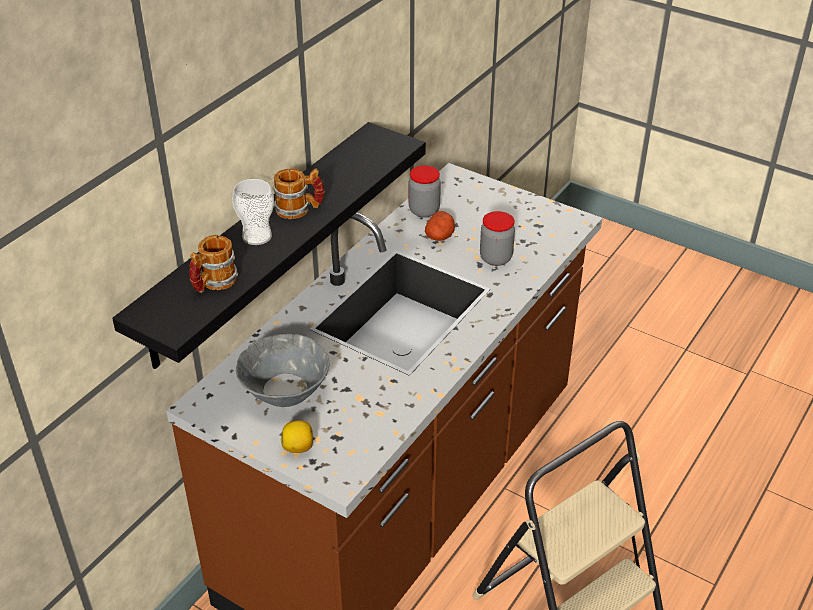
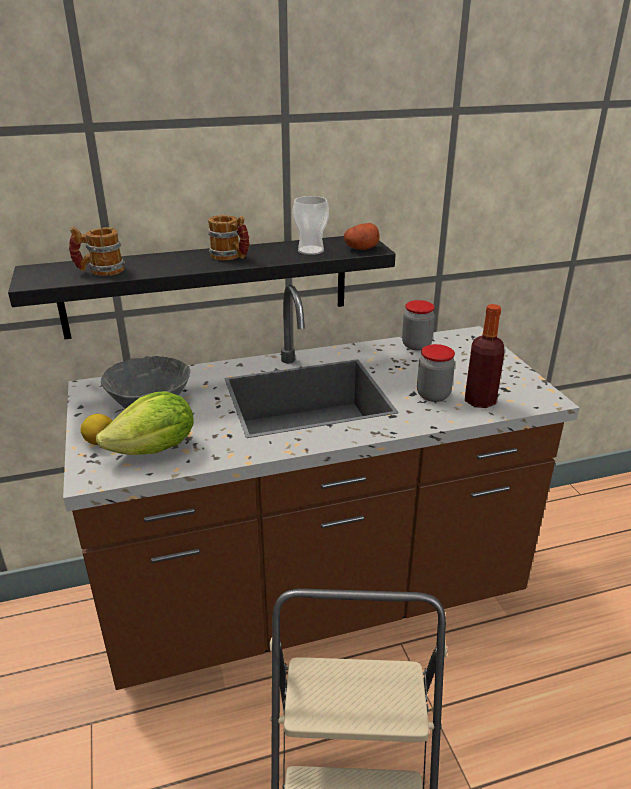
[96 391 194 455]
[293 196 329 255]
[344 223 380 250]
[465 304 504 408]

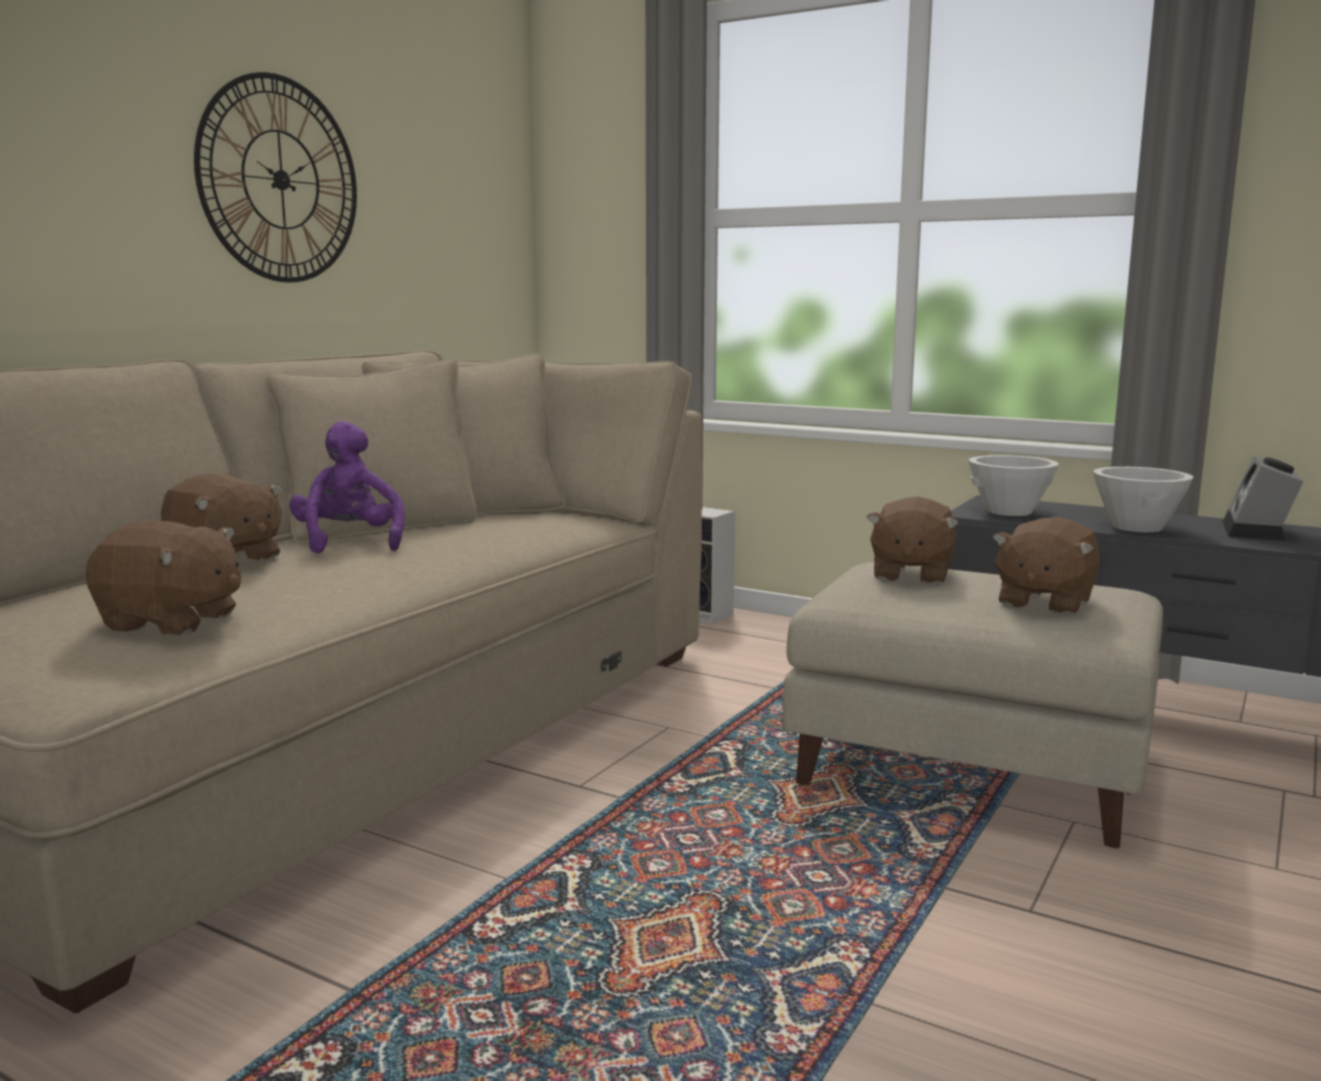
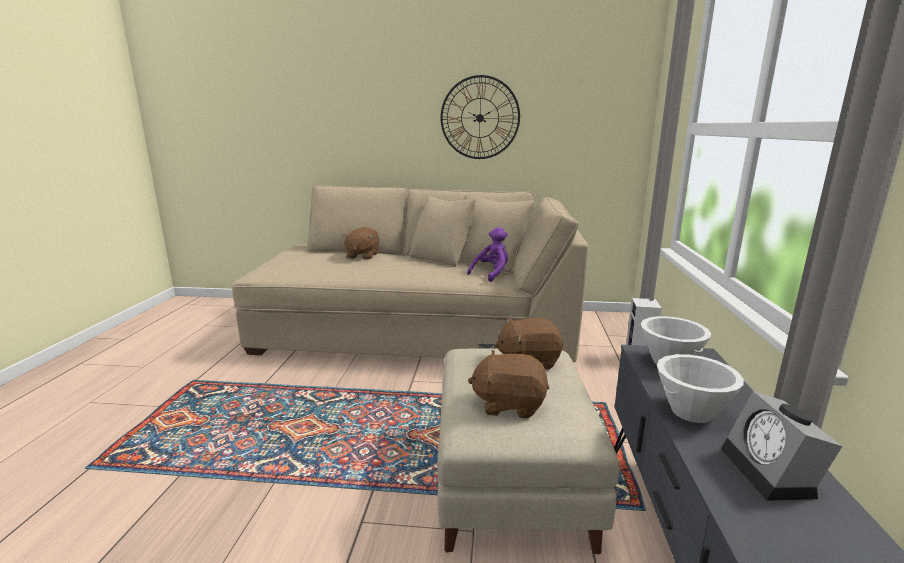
[467 227 508 282]
[721 391 842 501]
[85 521 241 635] (first image)

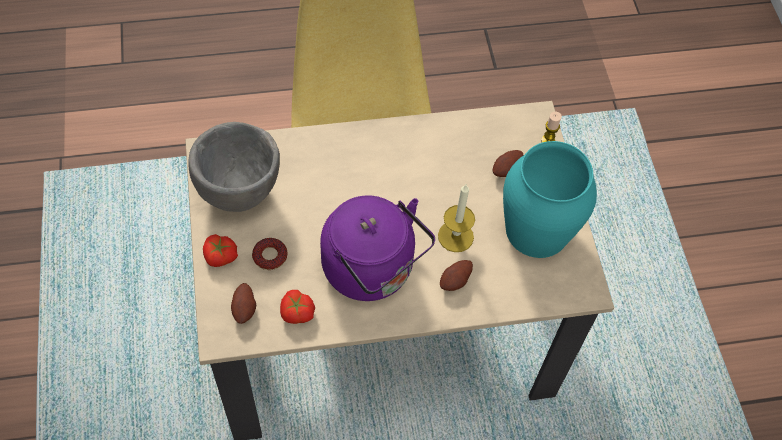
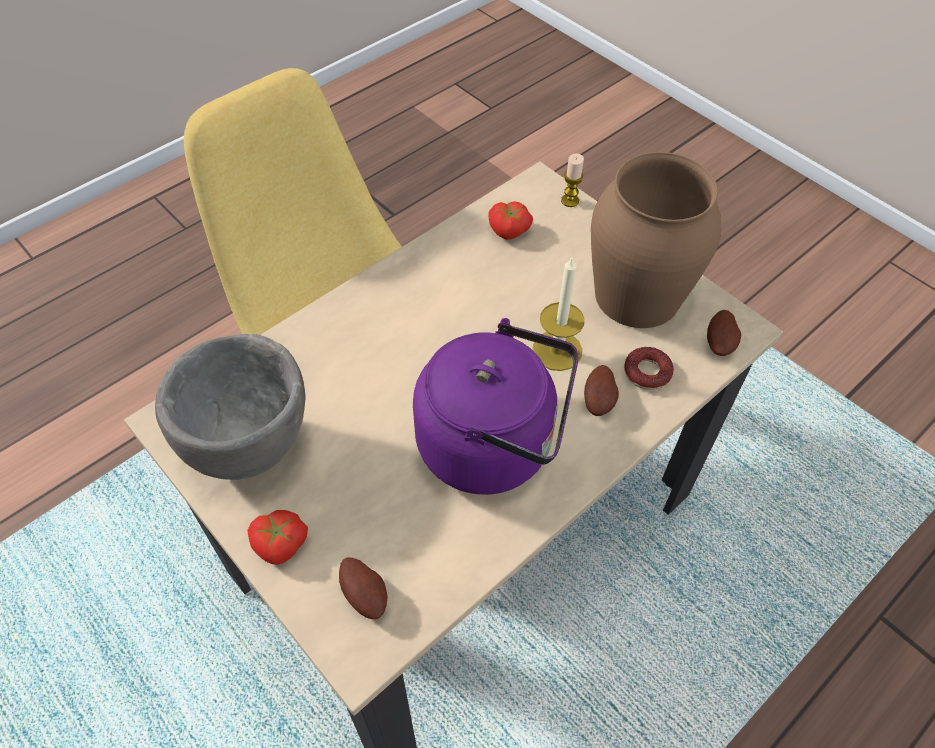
[488 201 533 239]
[591 152 721 328]
[624 347 674 390]
[707 310 741 356]

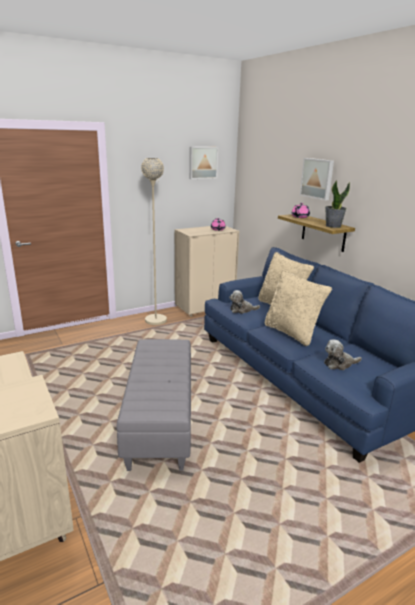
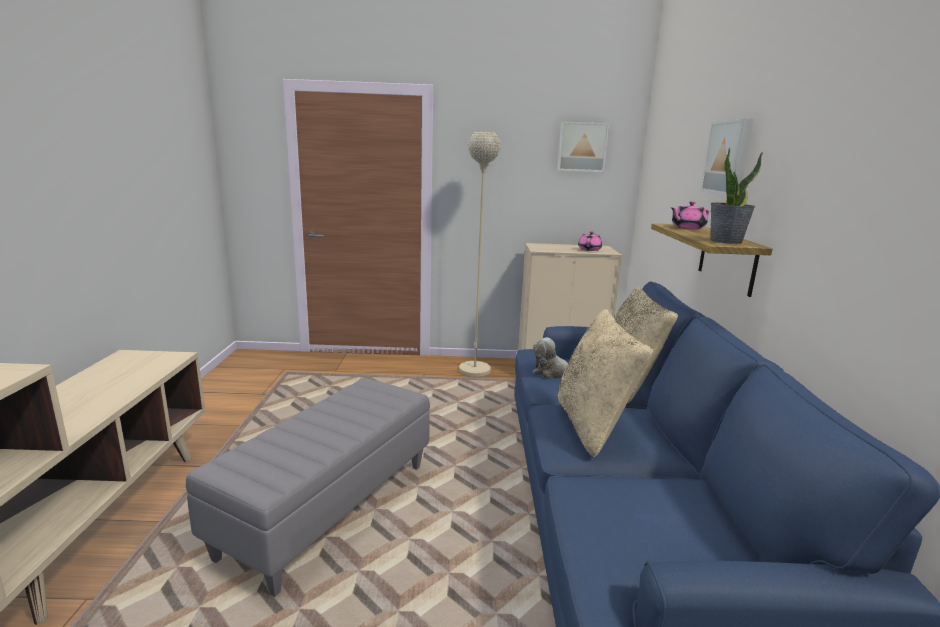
[324 339 362 370] (first image)

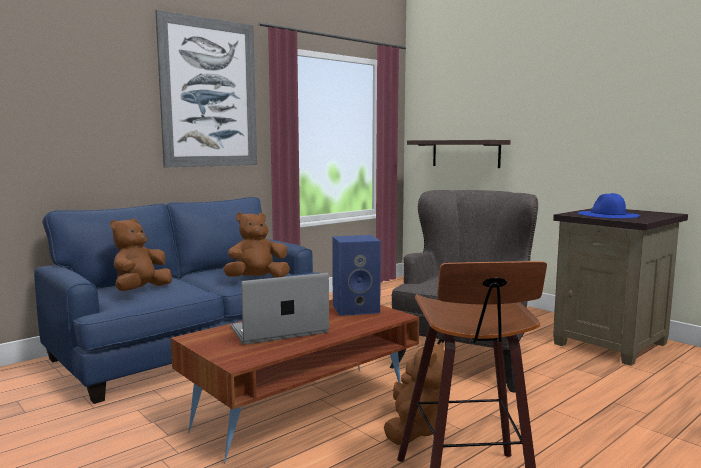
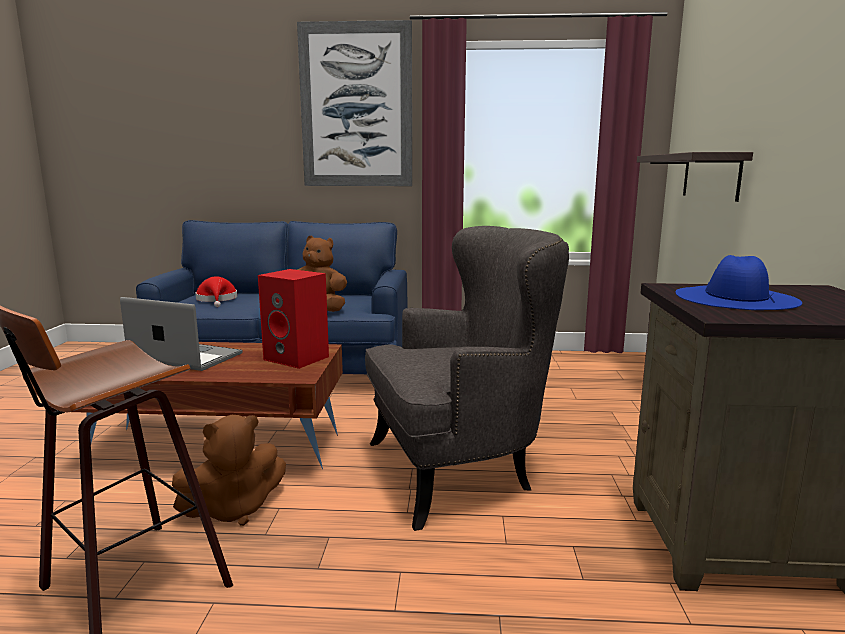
[195 276 237 307]
[258 269 329 369]

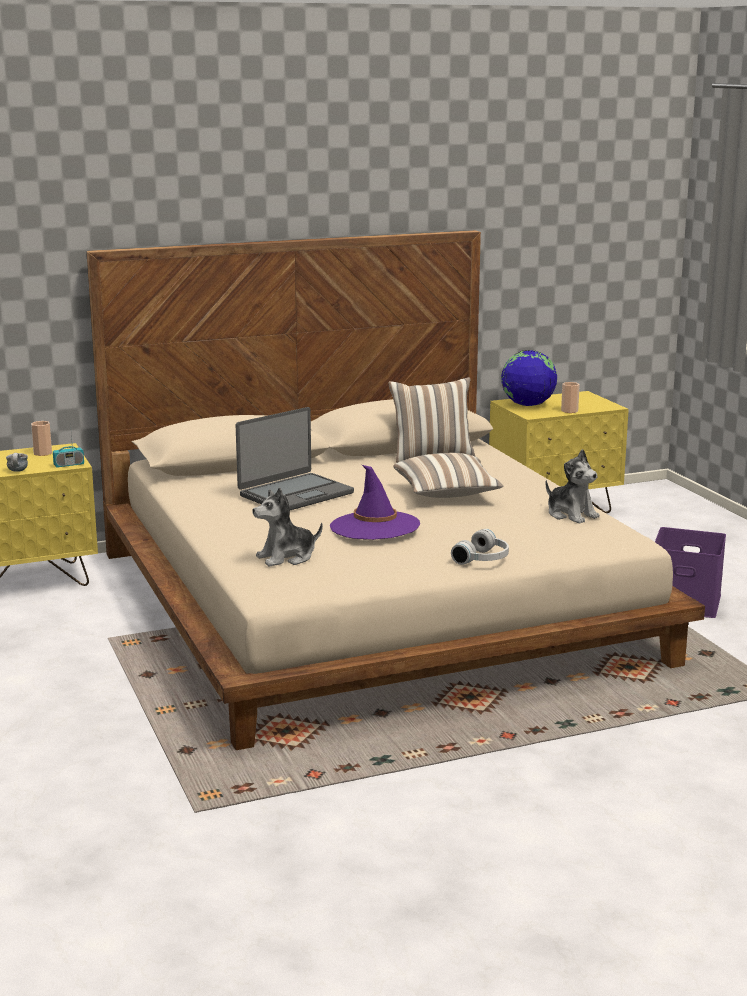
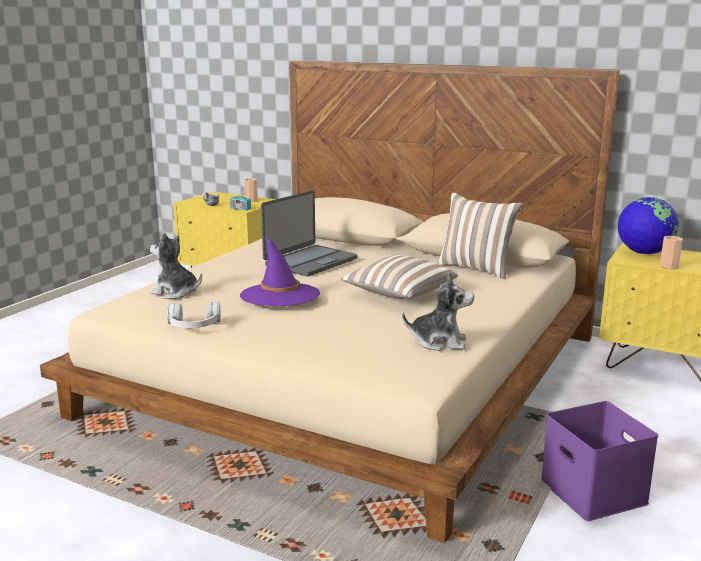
[167 302 221 328]
[261 190 358 276]
[402 272 474 351]

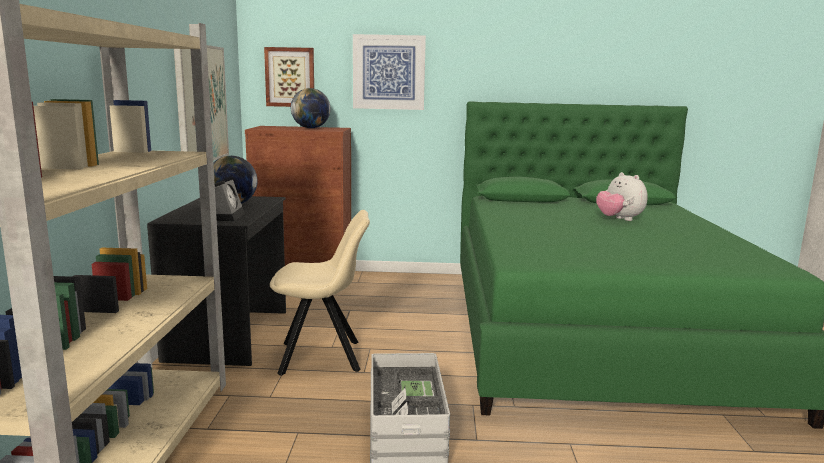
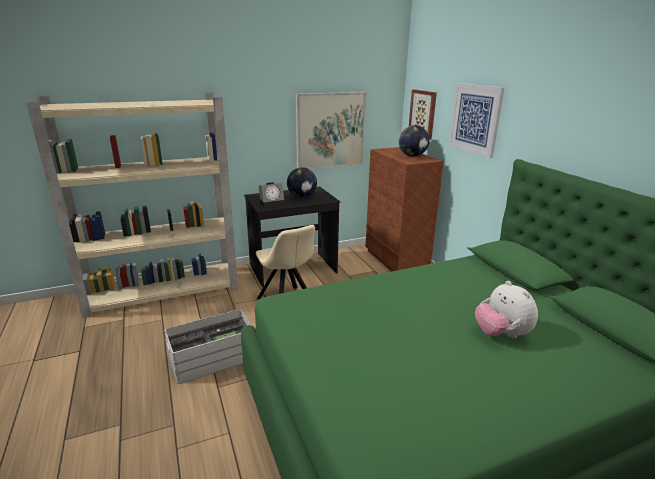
[475 281 538 338]

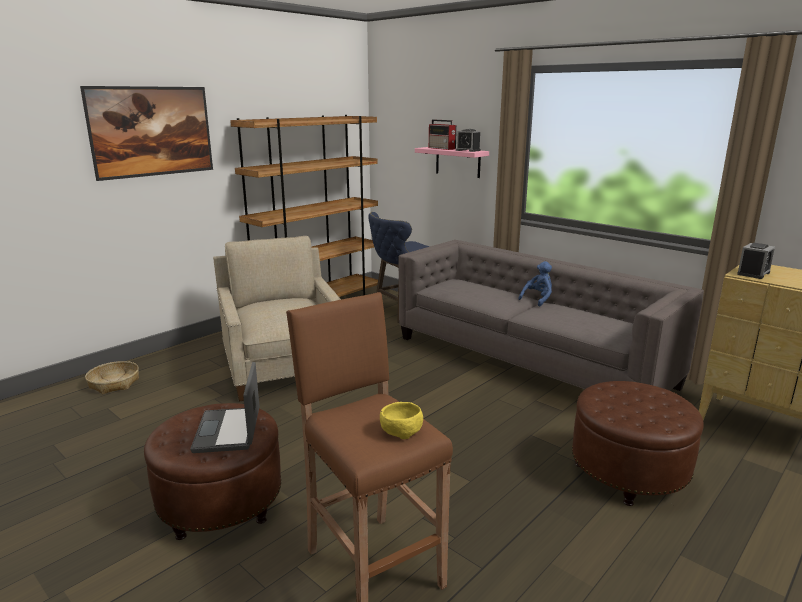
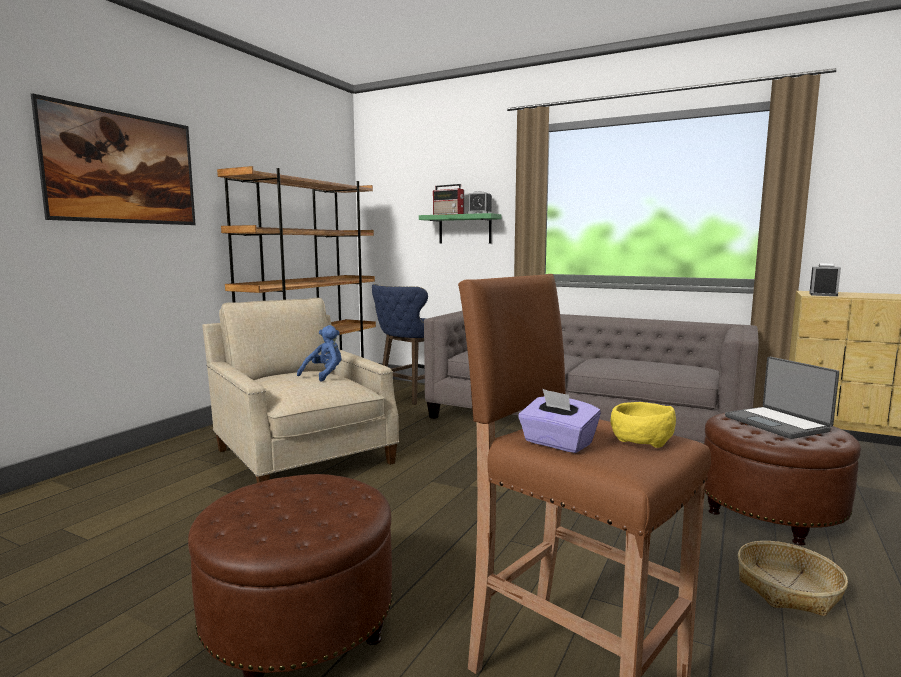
[297 325 341 382]
[419 213 501 243]
[518 389 601 453]
[725 357 839 439]
[738 541 848 616]

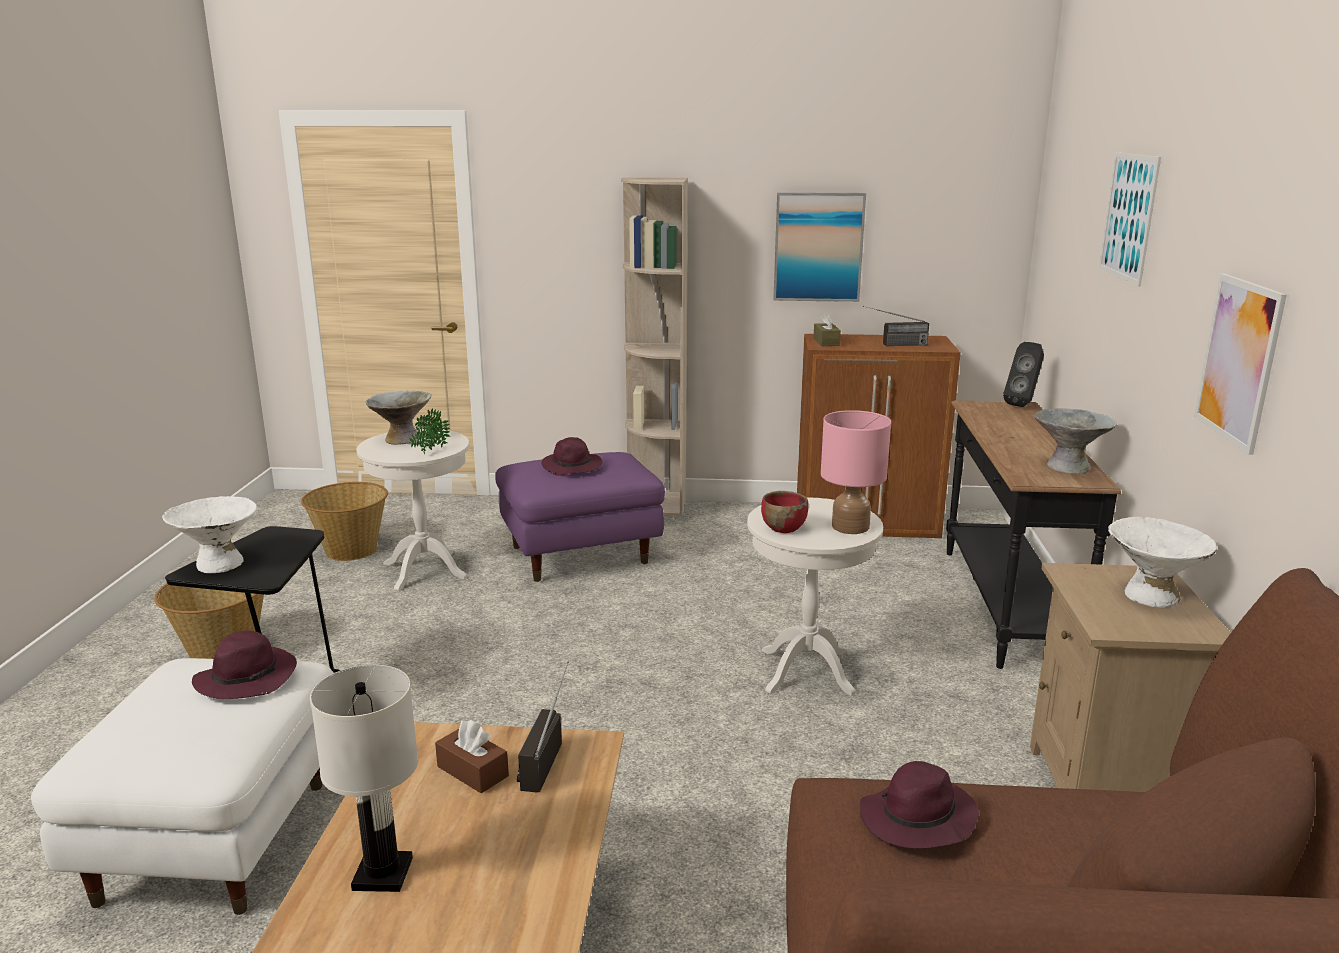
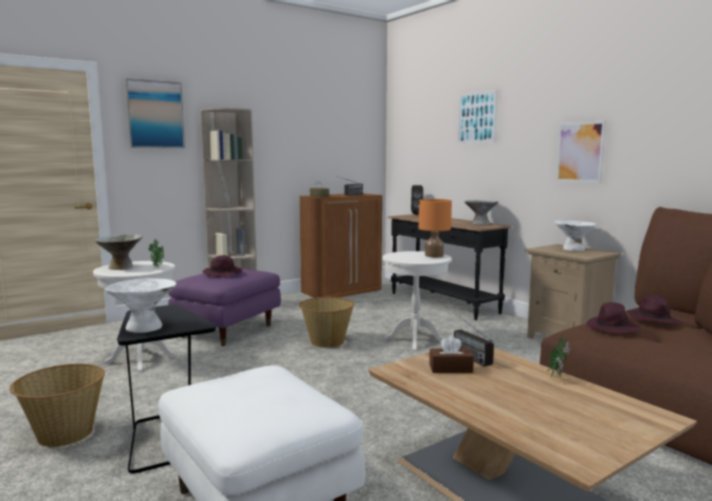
[125 78 185 148]
[299 297 354 348]
[419 199 452 257]
[547 335 571 378]
[627 295 681 323]
[310 665 418 892] (first image)
[761 491 809 533] (first image)

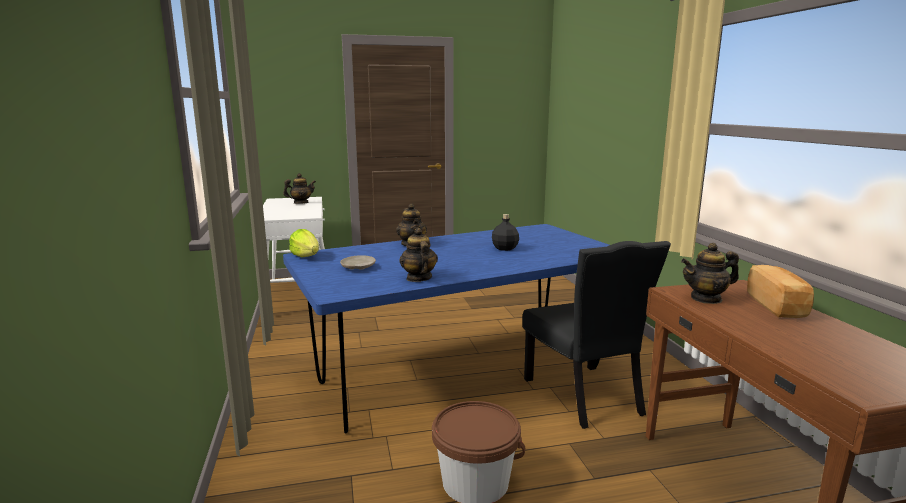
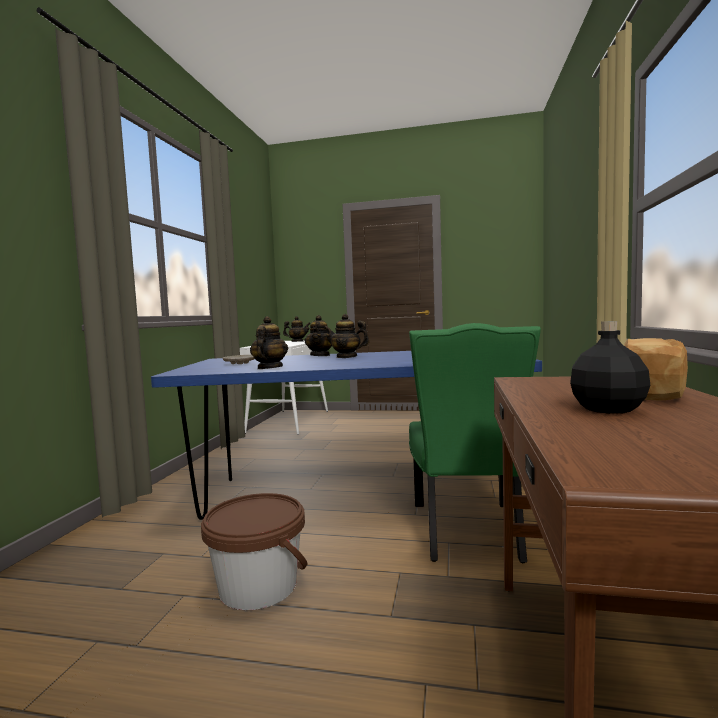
[324 314 370 358]
[409 323 541 563]
[570 321 650 414]
[289 229 319 257] (first image)

